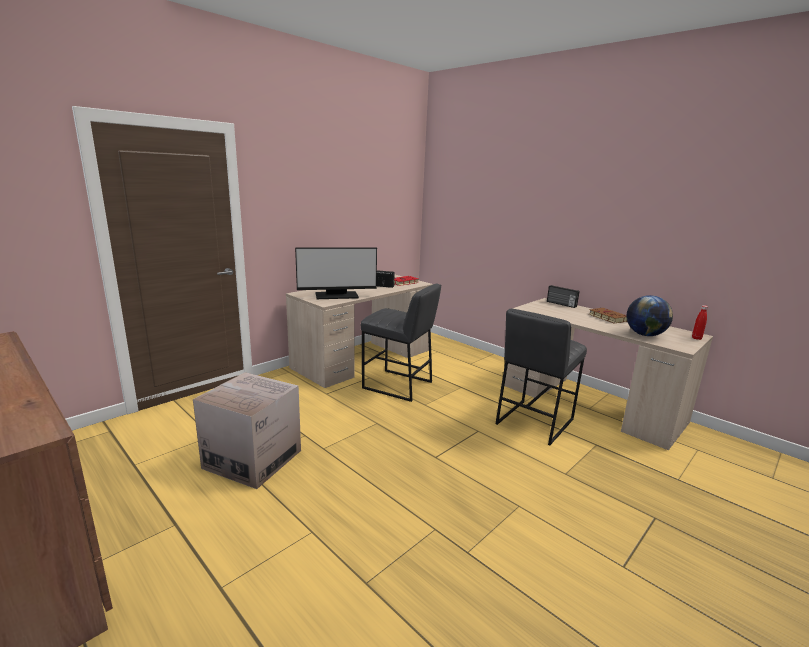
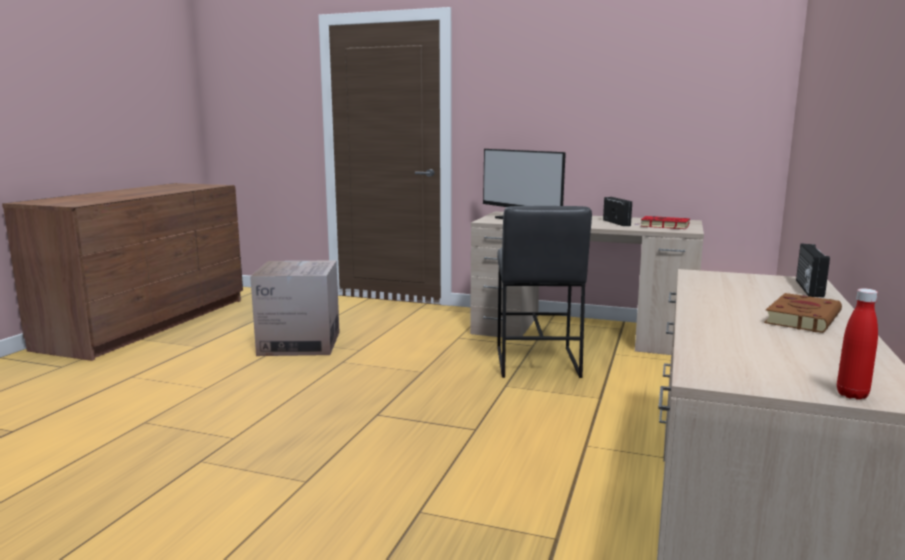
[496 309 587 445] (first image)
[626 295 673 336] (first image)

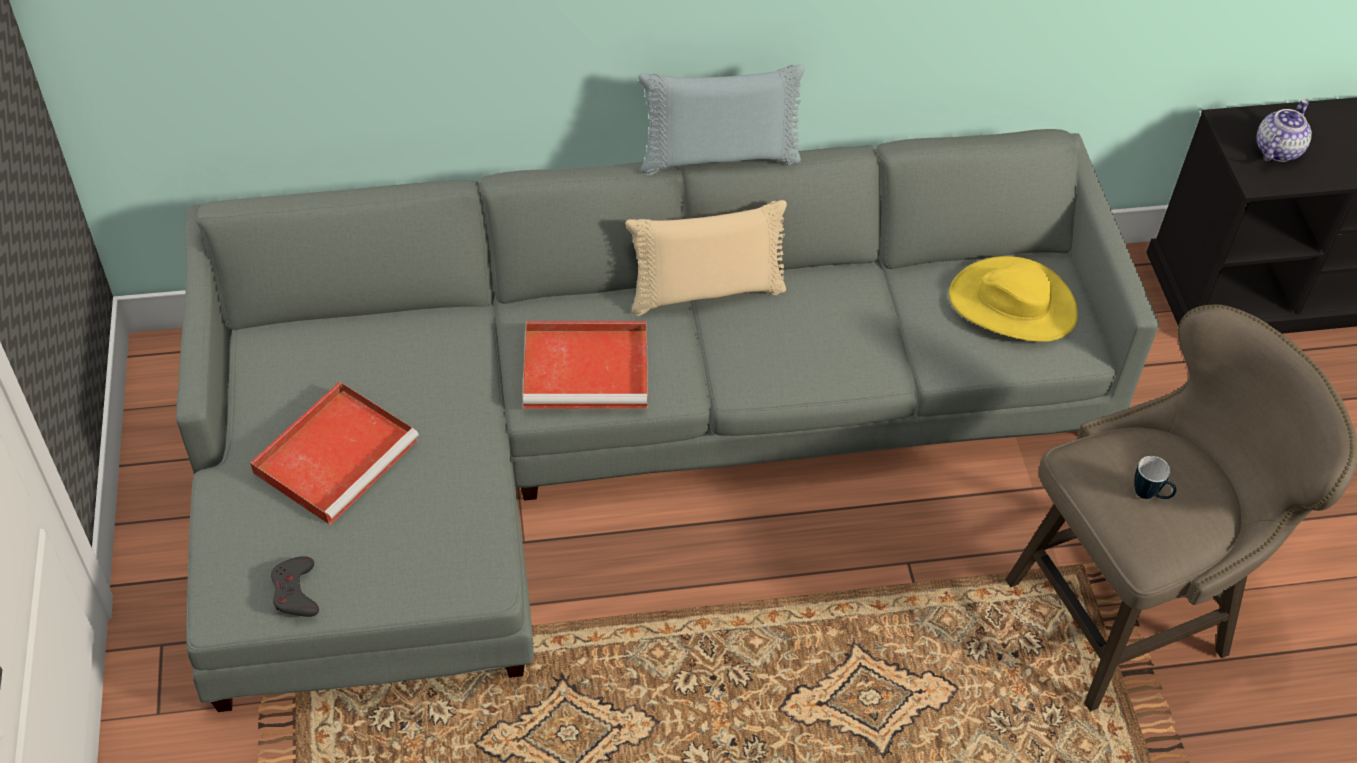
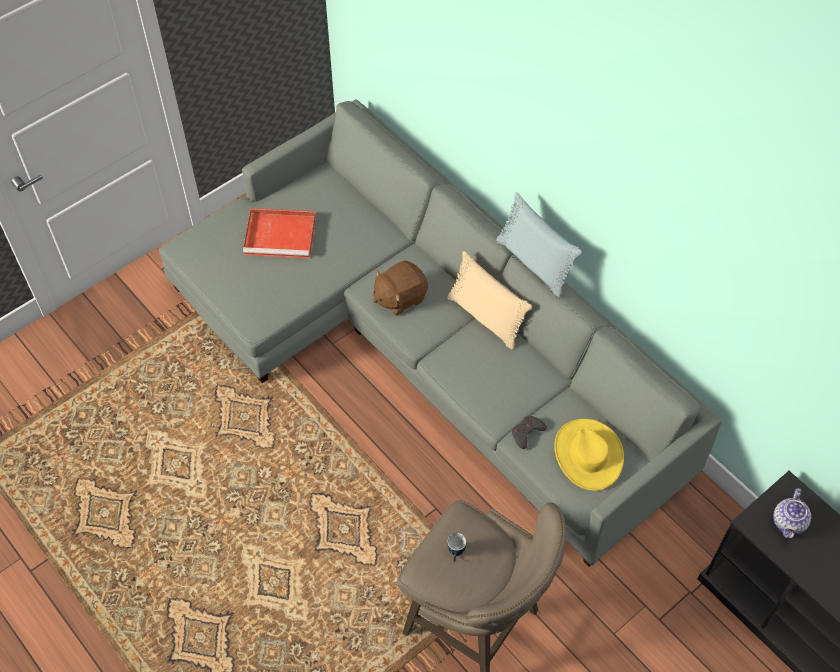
[373 261 428 316]
[512 416 547 449]
[773 488 811 538]

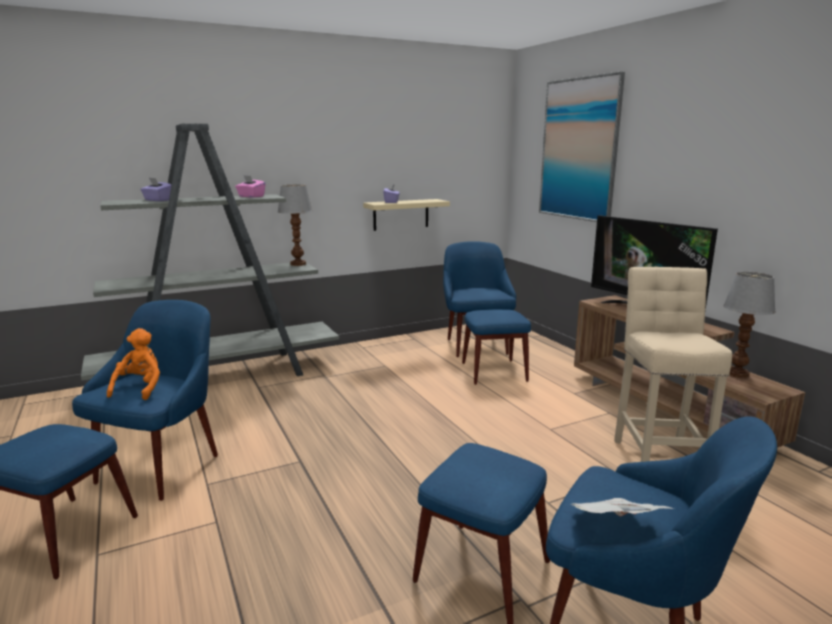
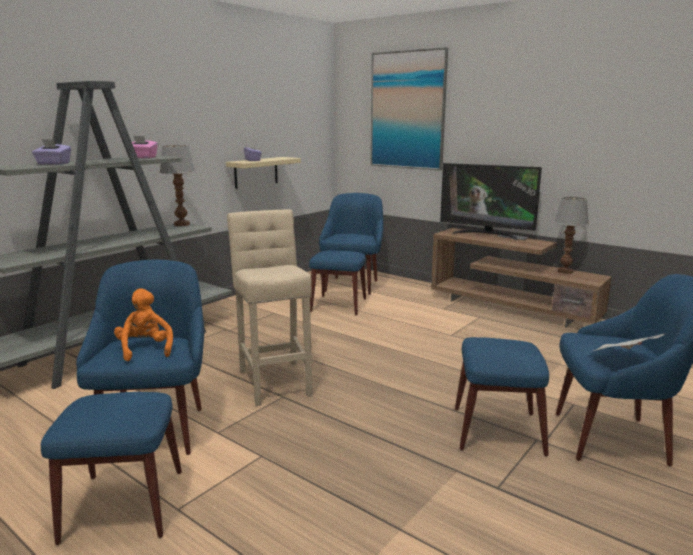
[227 209 313 406]
[309 193 383 315]

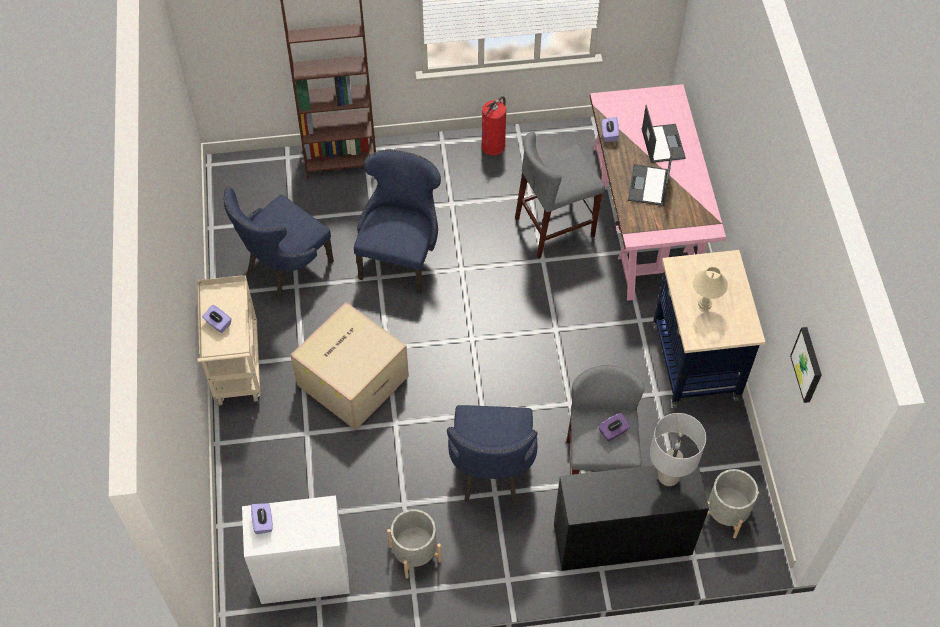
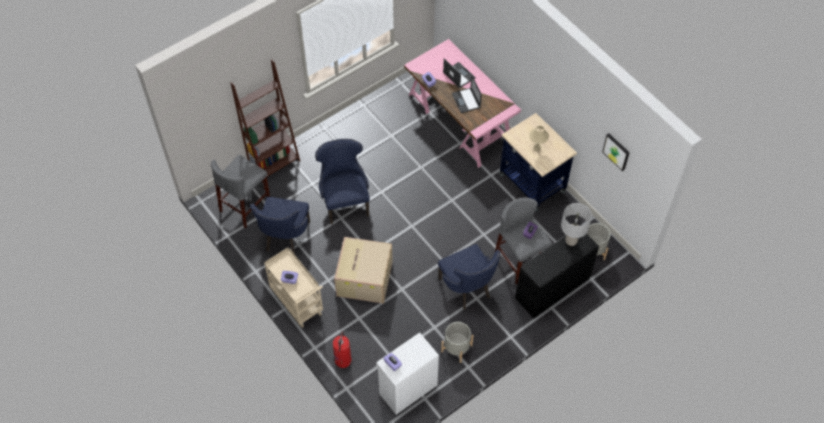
[211 155 270 228]
[333 331 352 368]

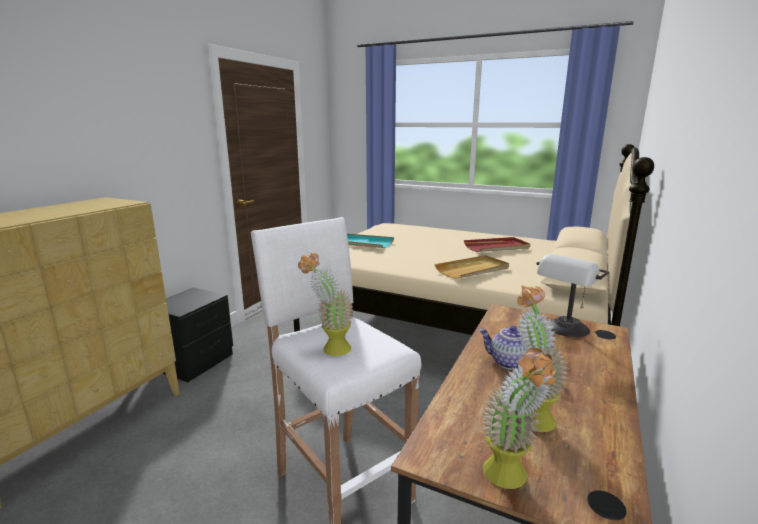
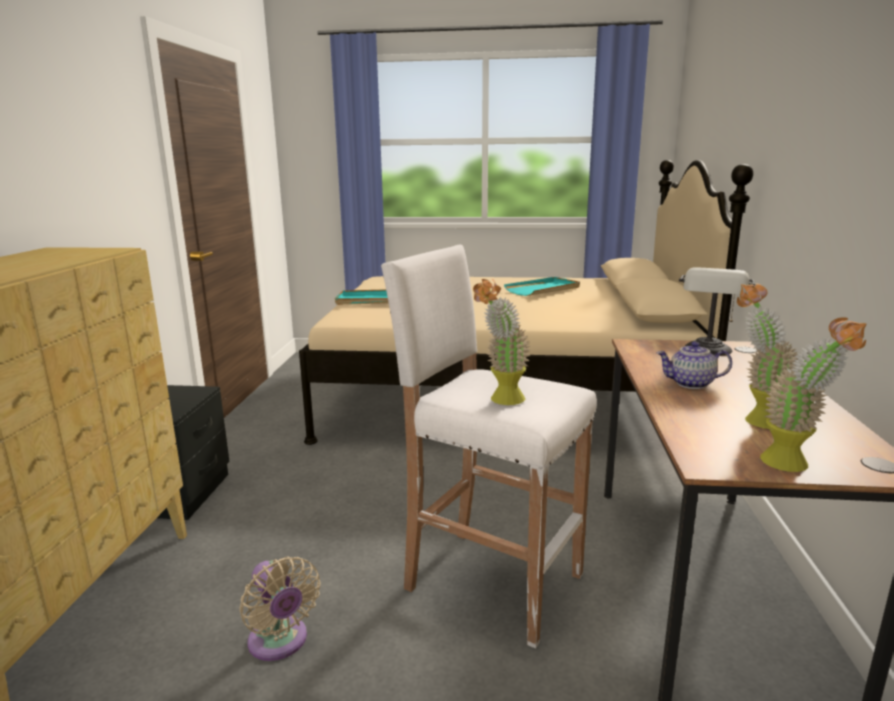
[239 556 321 661]
[504 277 580 296]
[435 255 509 279] (first image)

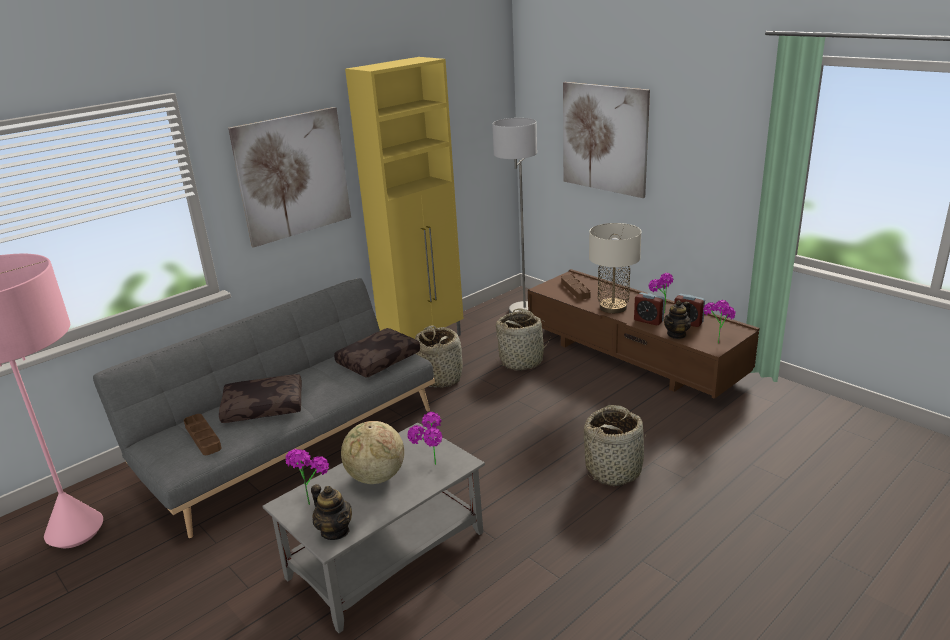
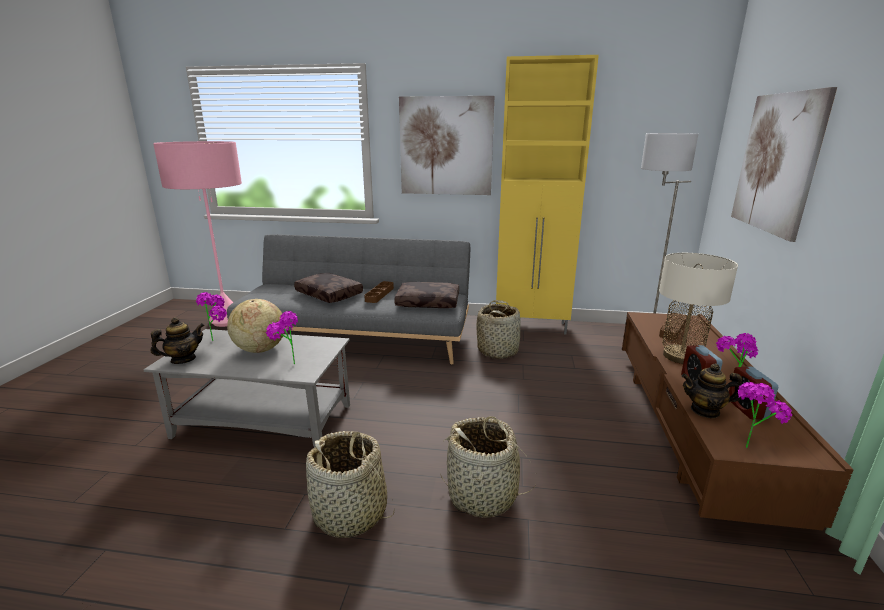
[151 317 205 364]
[306 431 395 538]
[364 281 394 303]

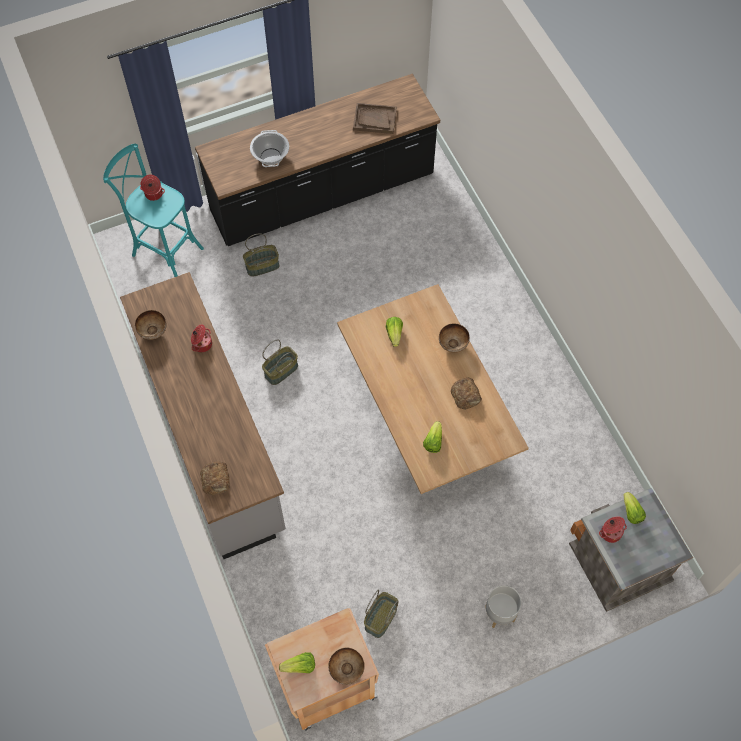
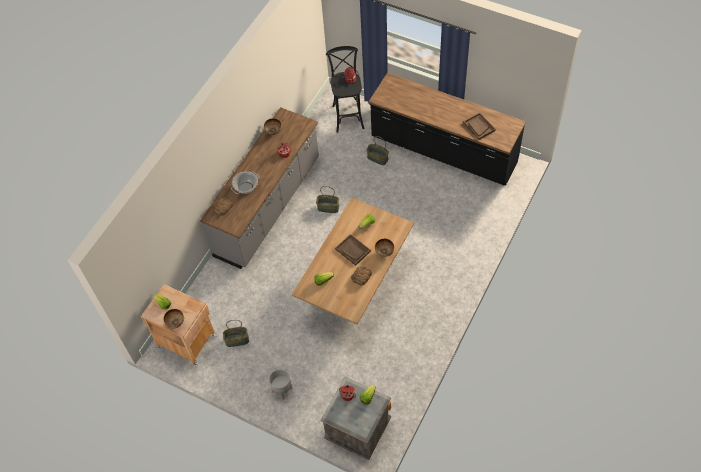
[231 171 259 194]
[326 46 365 133]
[335 234 371 266]

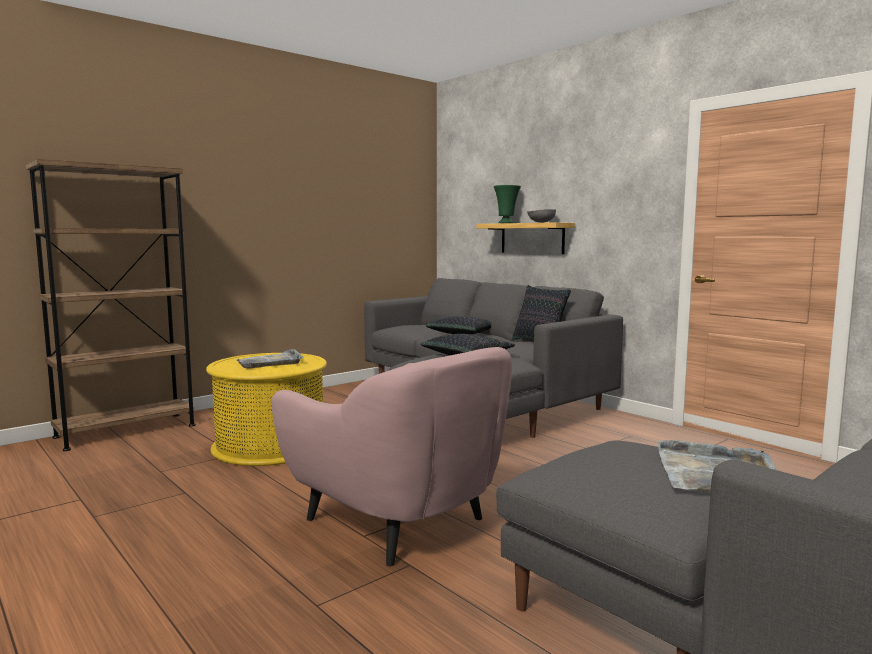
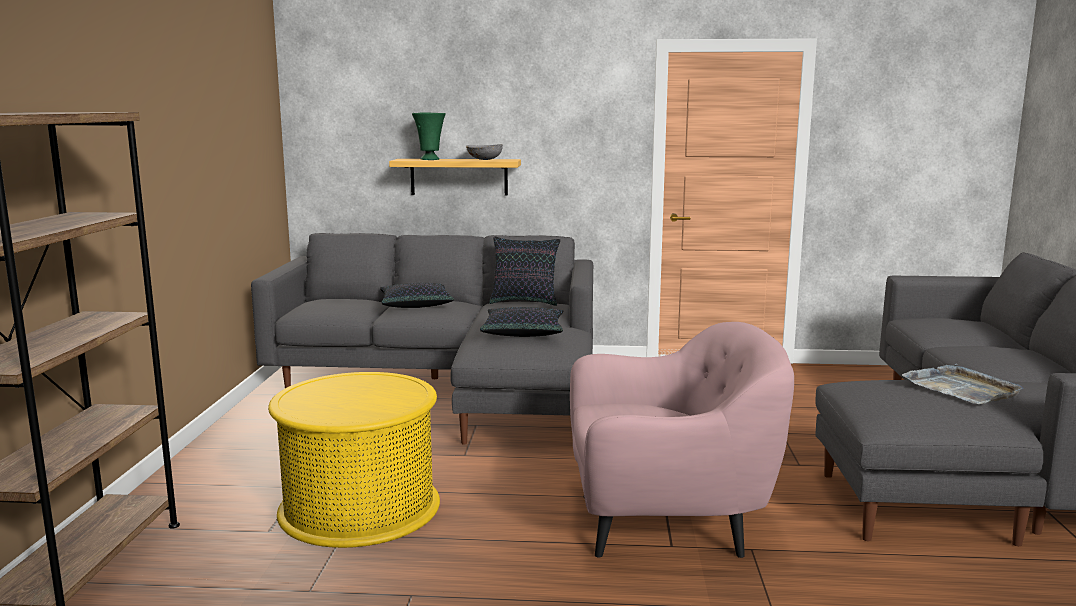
[236 349 303 369] (first image)

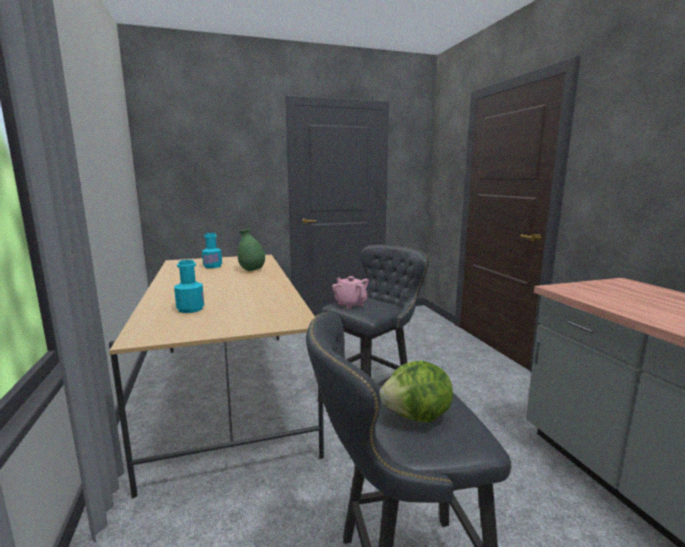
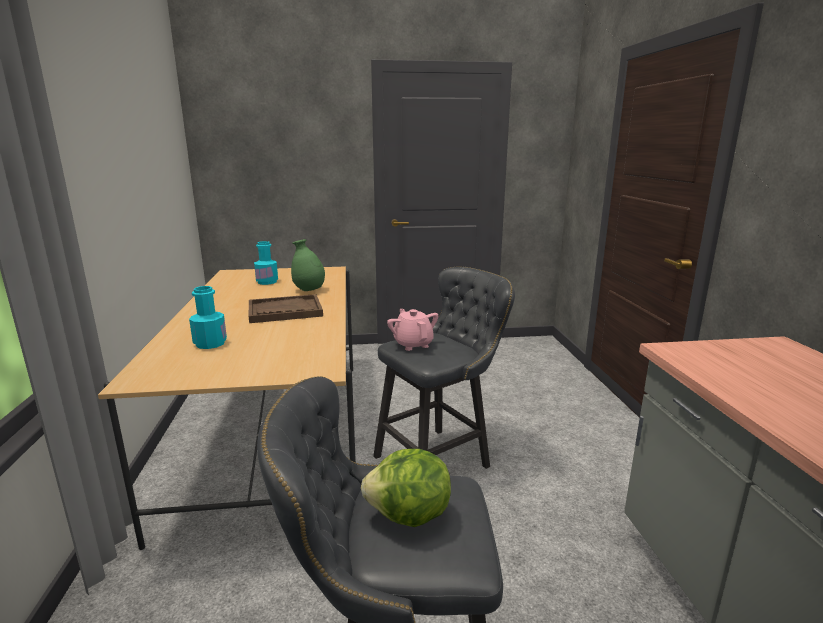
[249 294 323 323]

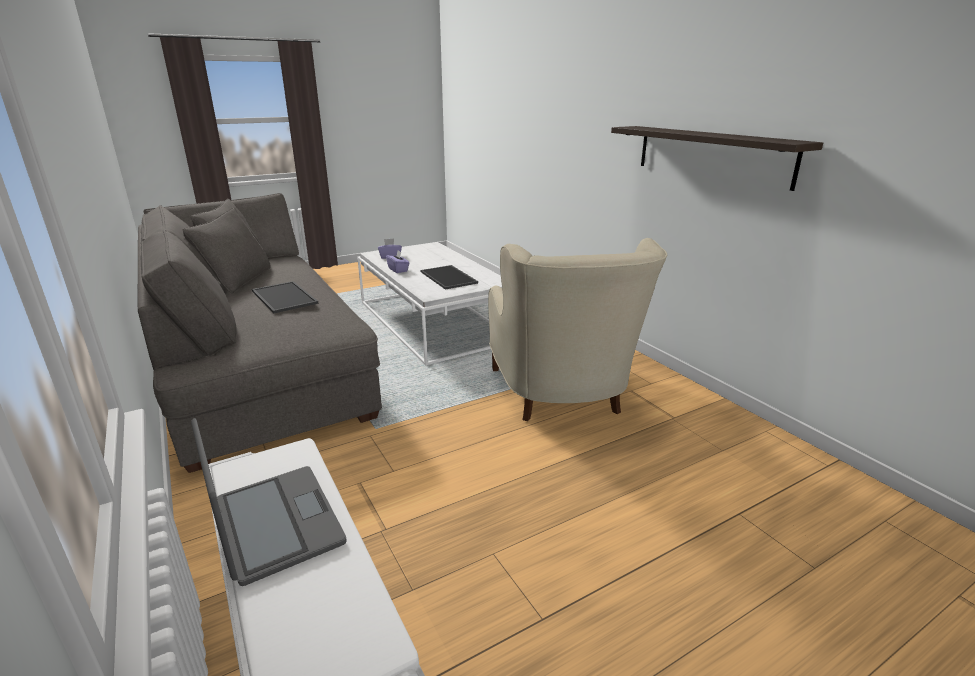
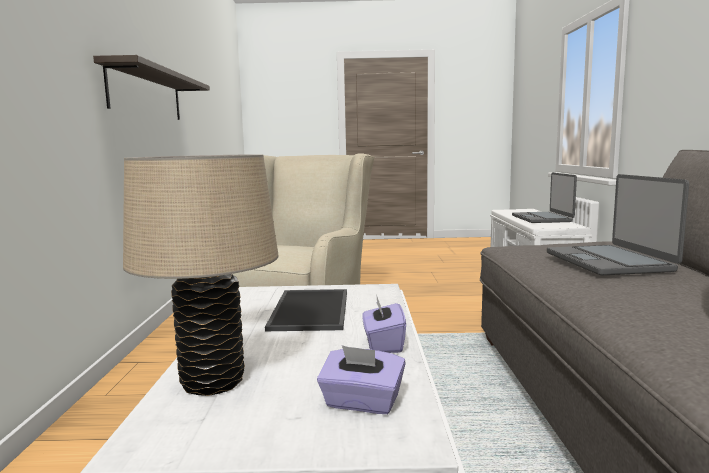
[123 154 279 396]
[547 174 689 275]

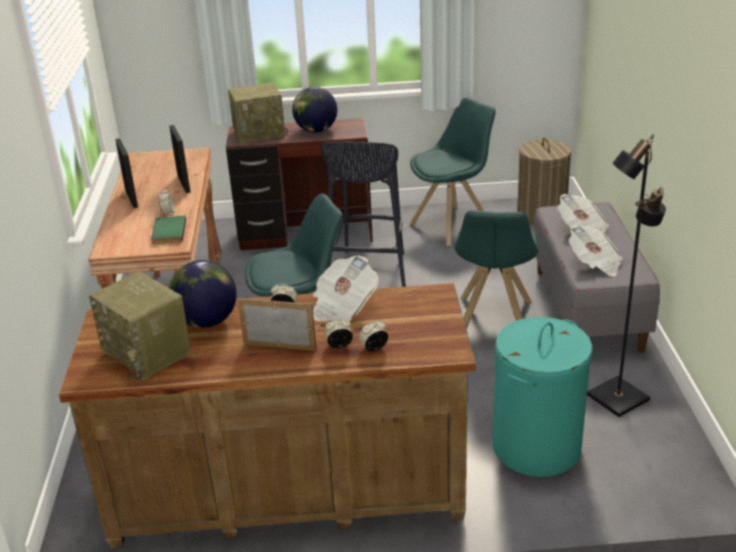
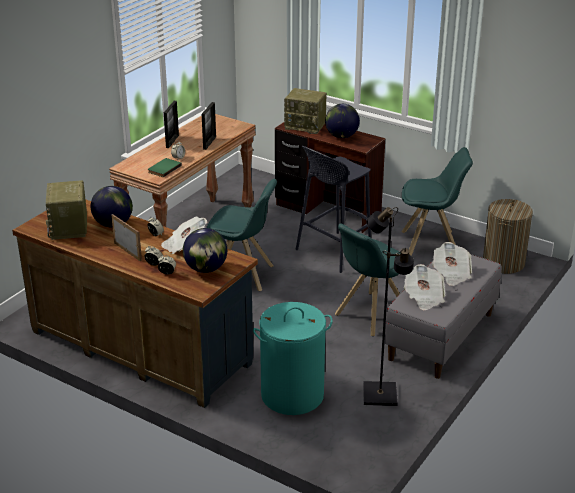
[183 228 227 273]

